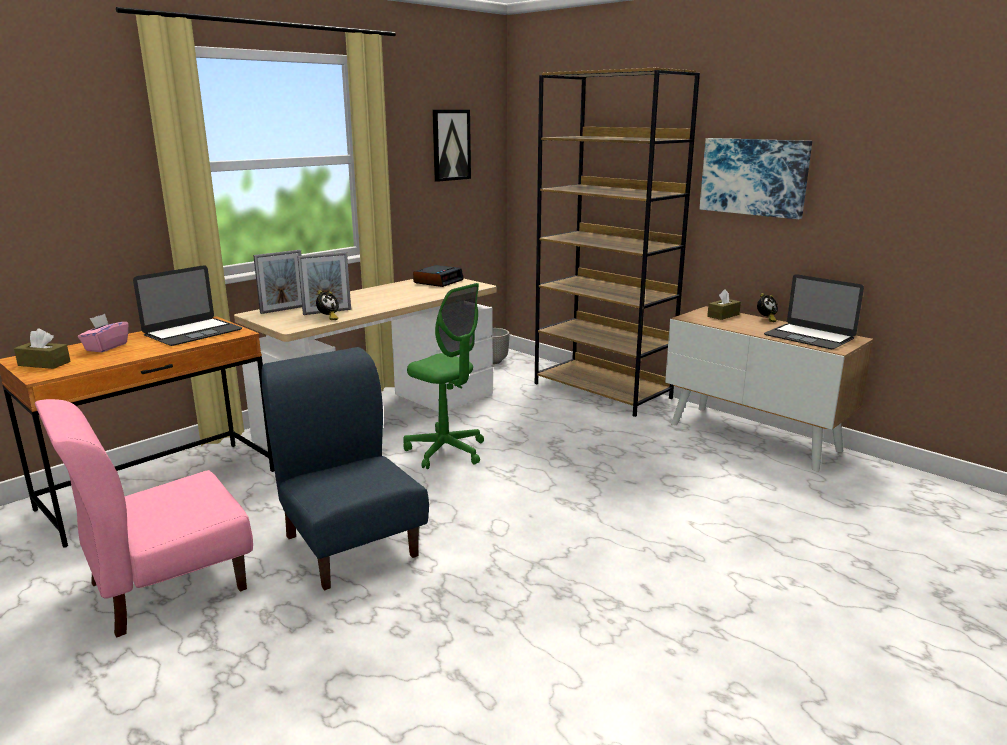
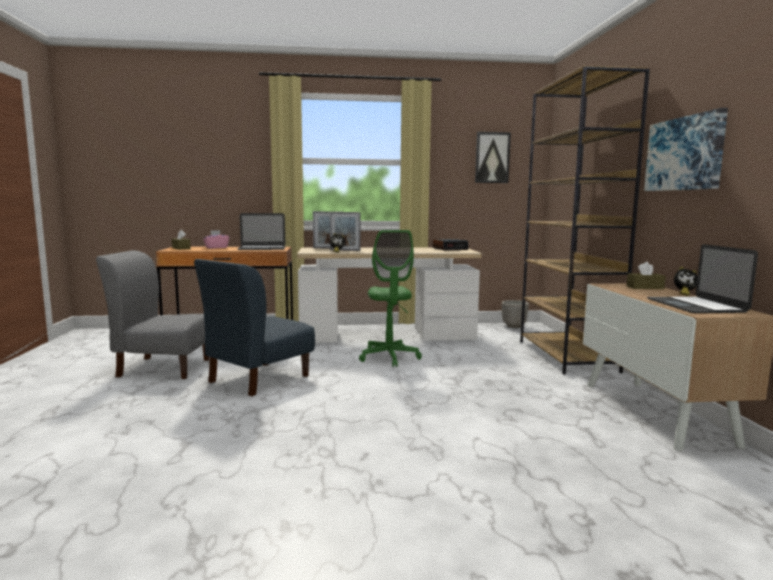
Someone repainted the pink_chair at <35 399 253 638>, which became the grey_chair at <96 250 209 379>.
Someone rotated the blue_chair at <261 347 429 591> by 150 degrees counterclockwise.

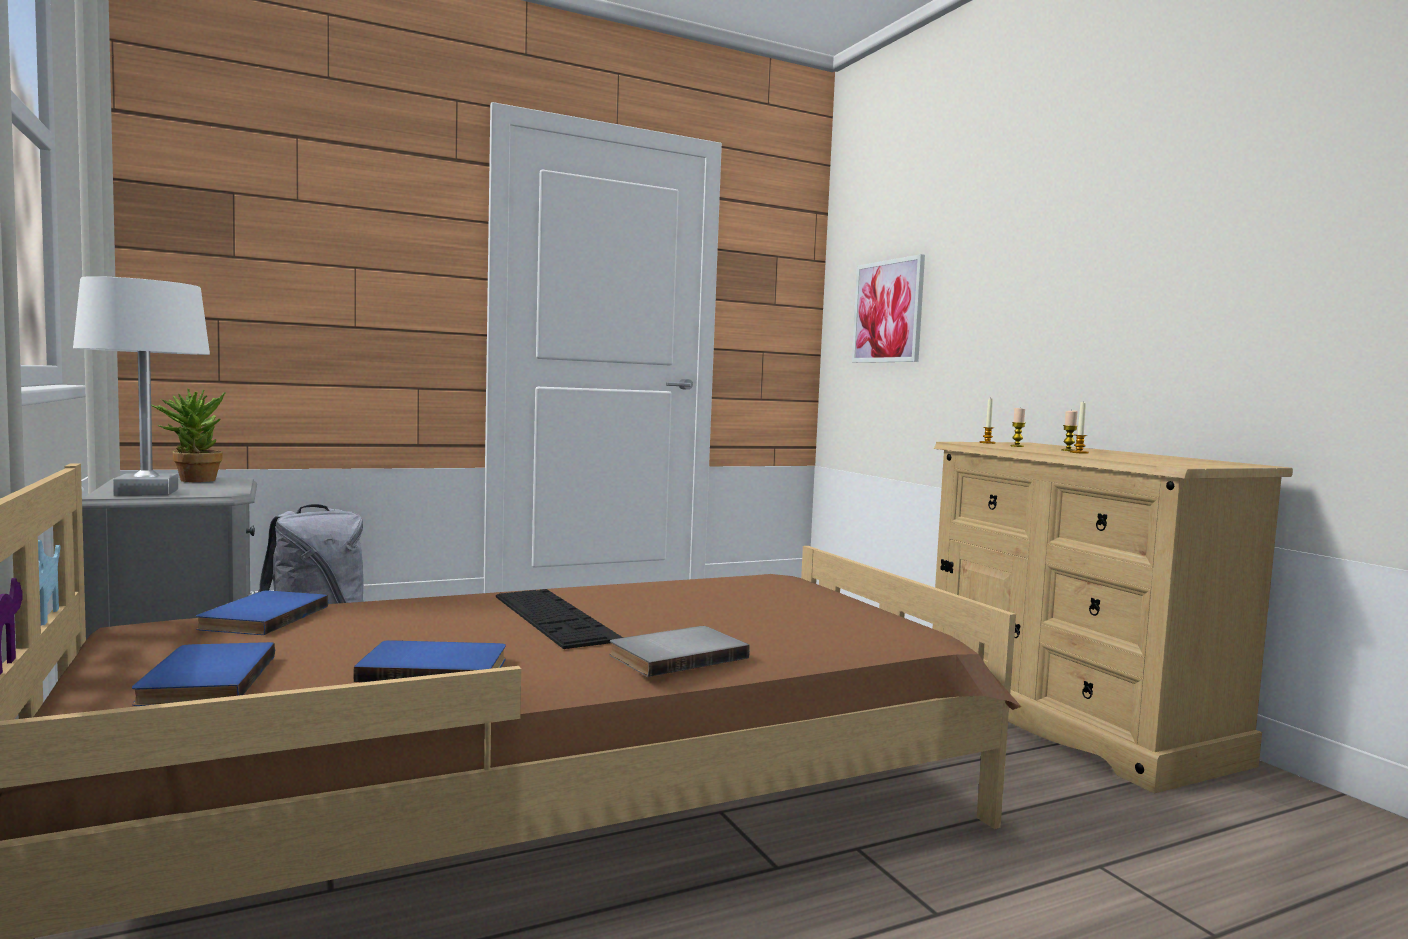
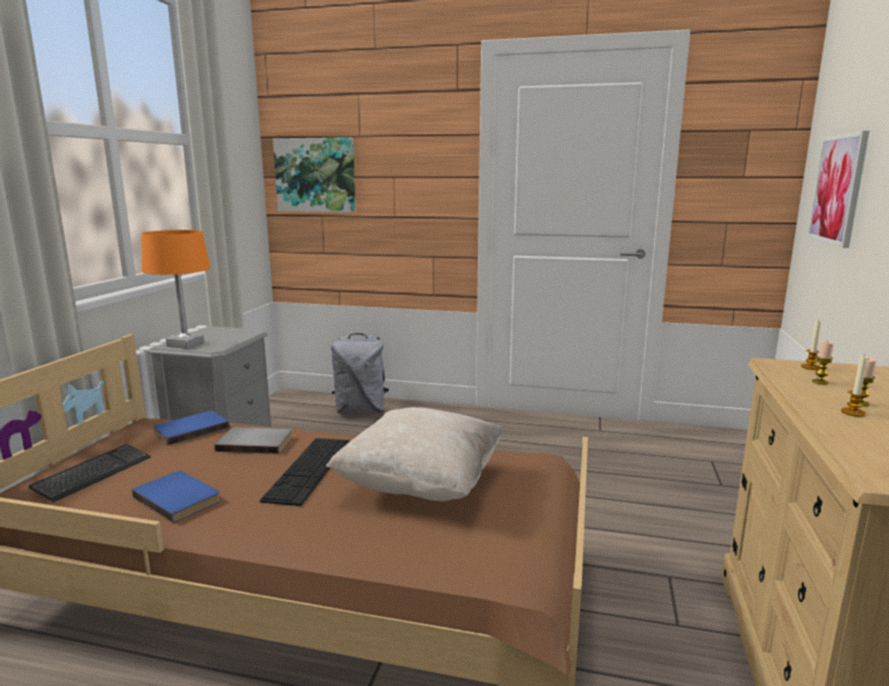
Someone repainted the white_table_lamp at <73 276 210 496>, which became the orange_table_lamp at <141 230 210 349>.
Someone swapped the blue_book at <132 642 275 706> for the keyboard at <29 444 151 502>.
Someone took away the potted_plant at <151 388 226 482>.
Someone carried the grey_book from <609 626 750 677> to <214 427 292 454>.
Someone put up the picture at <273 137 356 213>.
Someone put down the beige_pillow at <326 407 505 501>.

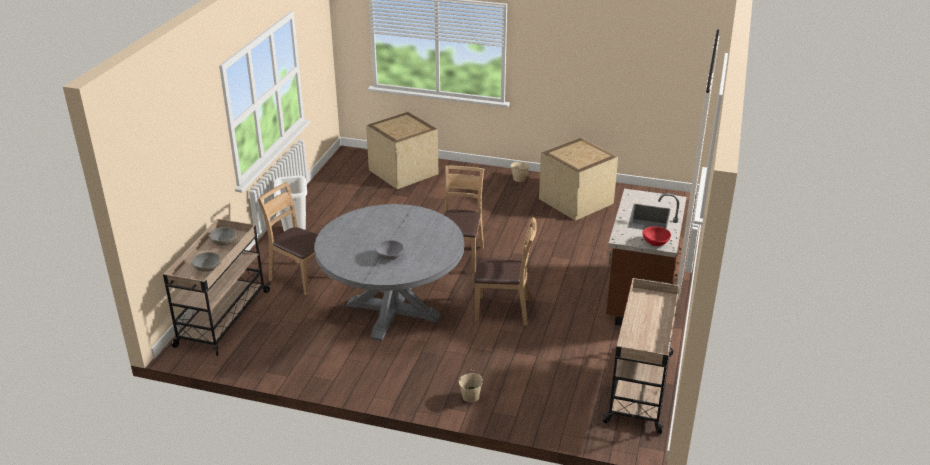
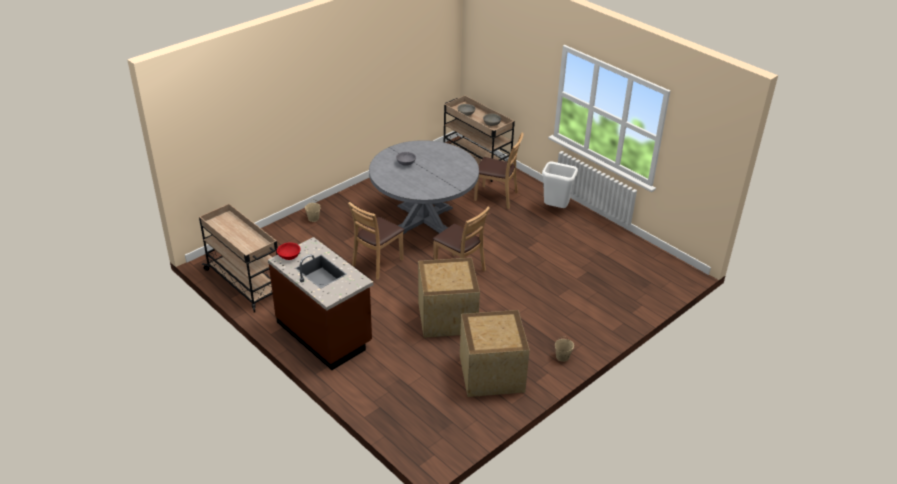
Someone rotated the brown_chair at <258 182 331 296> by 45 degrees clockwise.
Someone carried the crate from <366 112 438 189> to <418 258 480 338>.

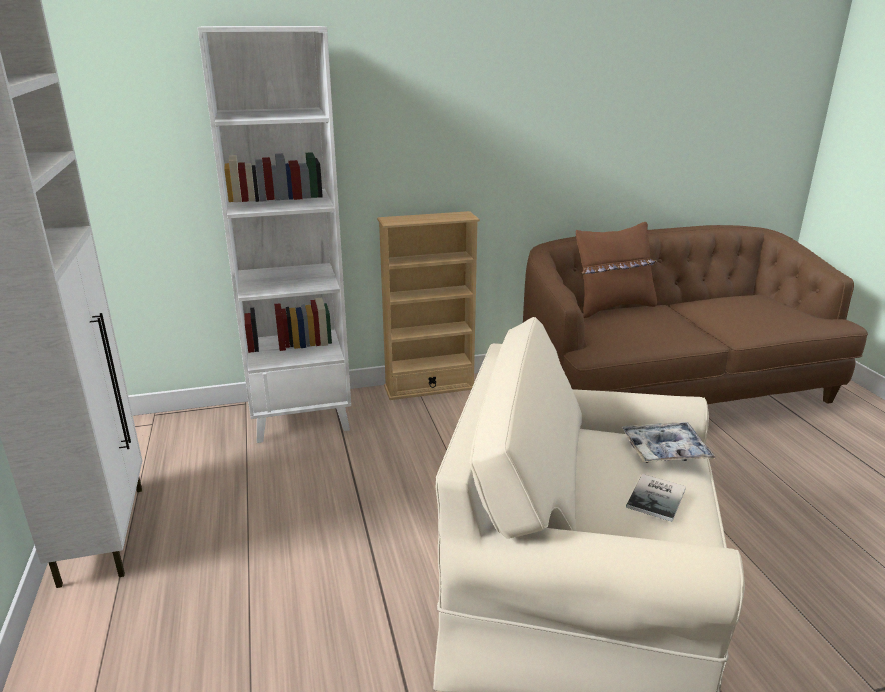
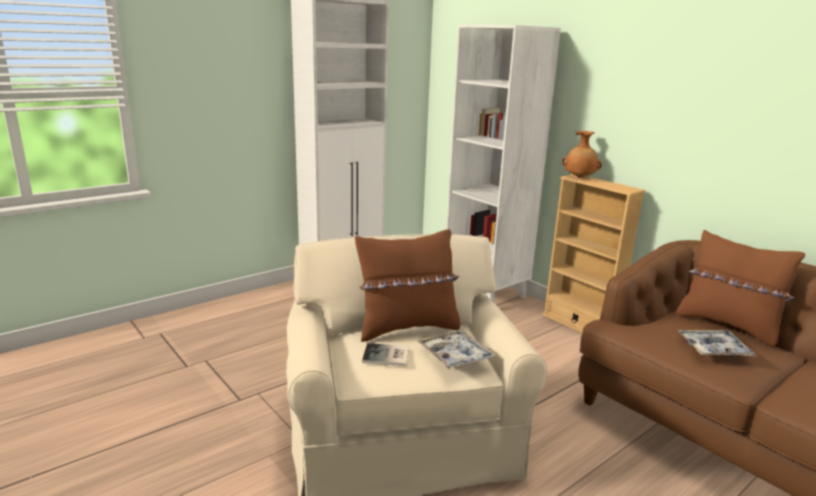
Someone put down the brown_pillow at <355 229 461 342>.
Someone put down the brown_vase at <562 131 602 178>.
Someone put down the tray at <678 330 758 357>.

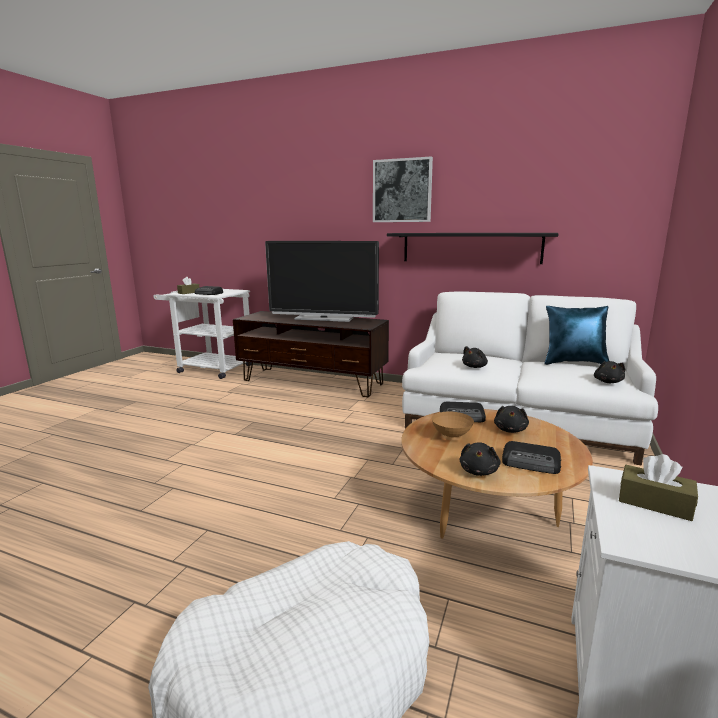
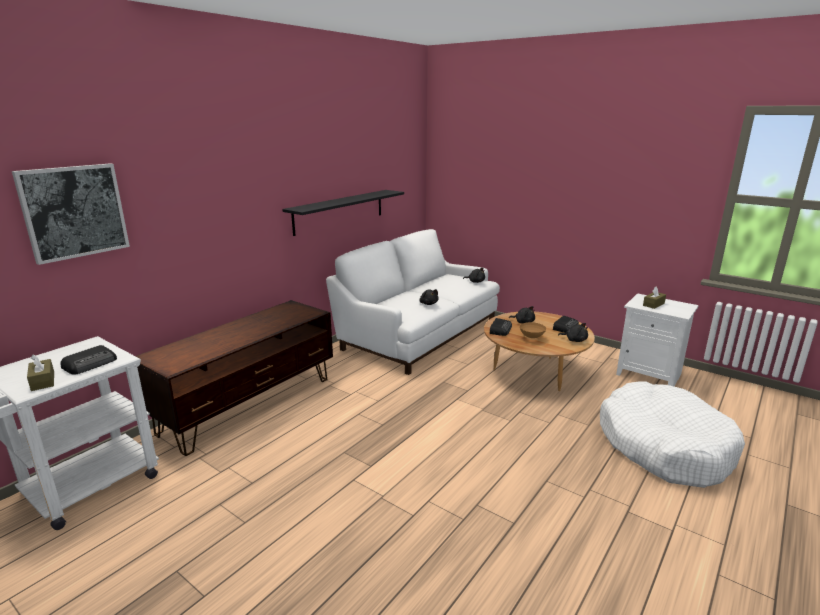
Someone took away the television at <265 241 379 322>.
Someone carried the picture from <373 156 433 222> to <12 163 130 265>.
Someone took away the blue_pillow at <545 306 609 365>.

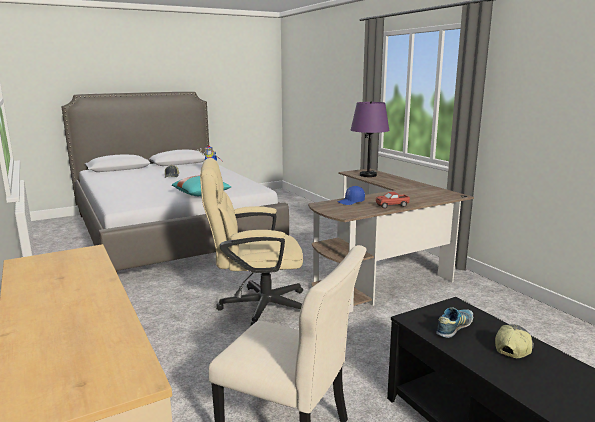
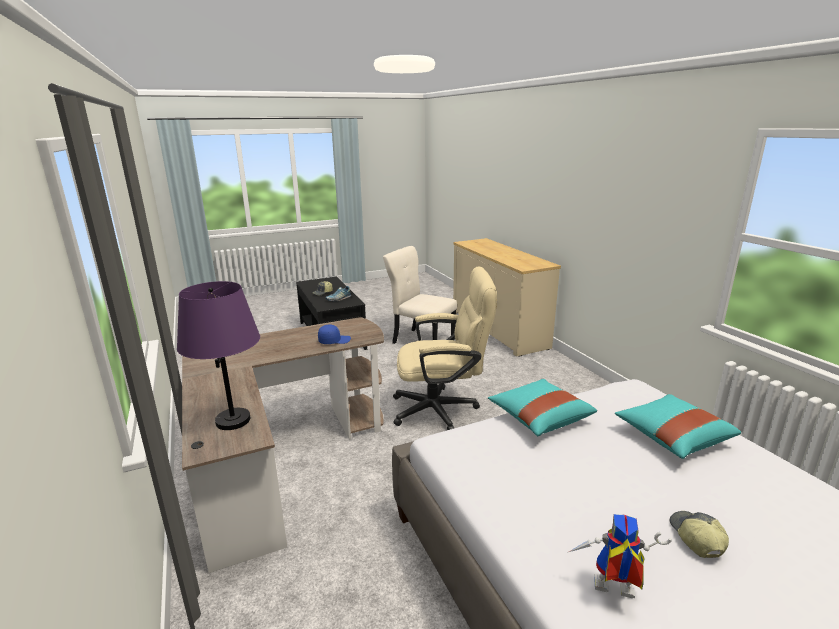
Someone took away the toy_truck at <376 192 410 209>.
Someone put down the turquoise_pillow at <615 394 741 459>.

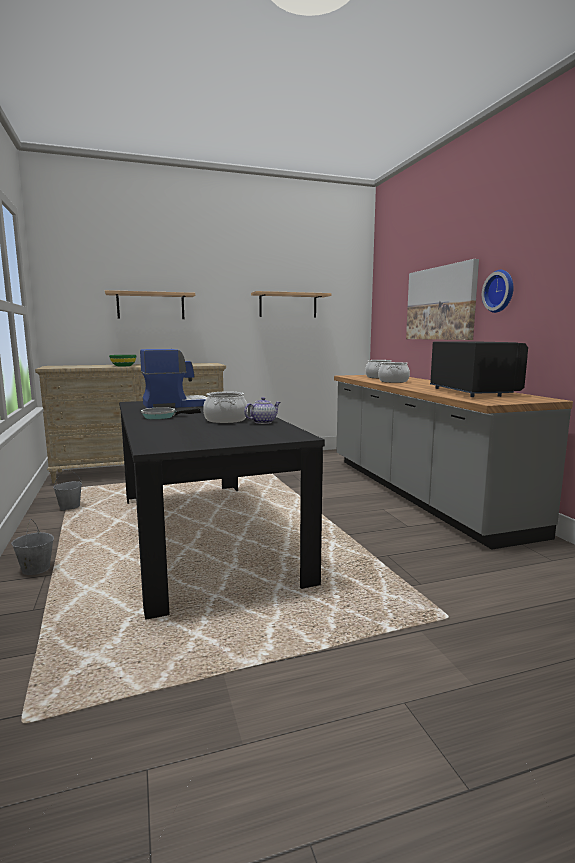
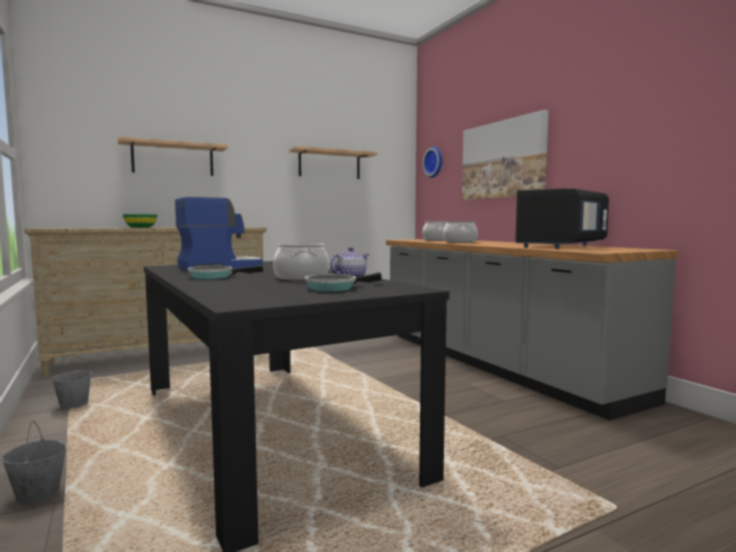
Someone rotated the black_microwave at <430 341 528 397> by 60 degrees clockwise.
Someone carried the wall_clock from <482 270 514 313> to <423 146 442 178>.
Someone put down the frying_pan at <305 272 382 292>.

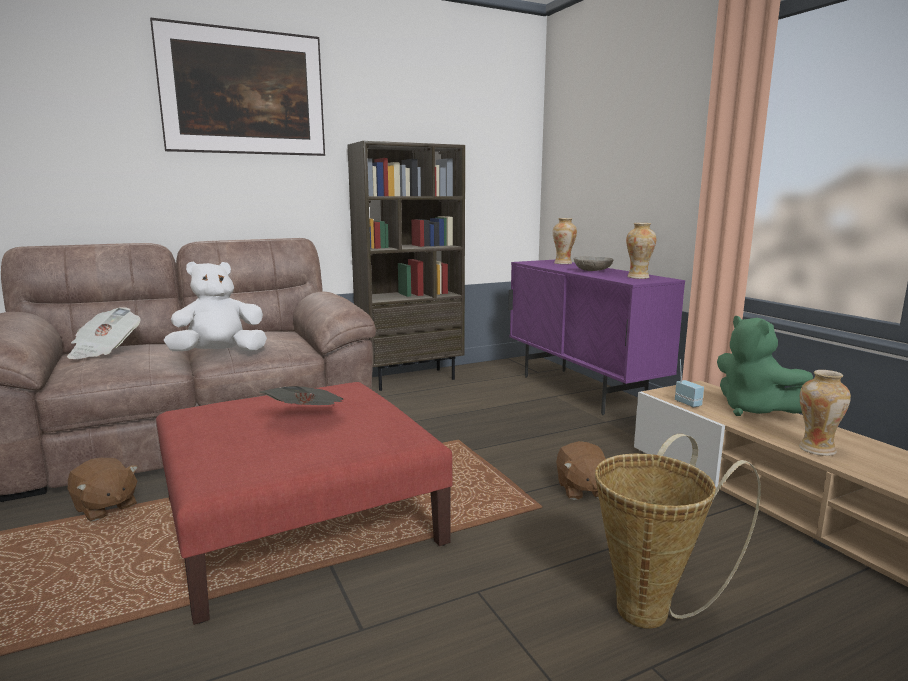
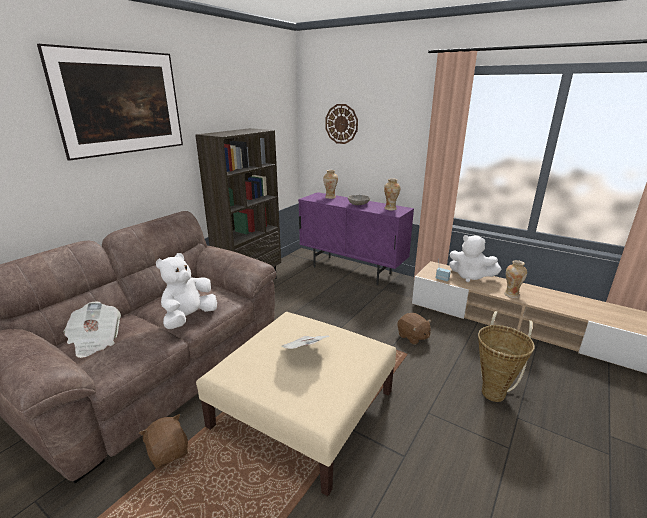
Someone rotated the brown_plush_toy at <67 458 138 522> by 135 degrees counterclockwise.
Someone repainted the red_ottoman at <156 382 453 625>, which became the beige_ottoman at <196 312 396 496>.
Someone repainted the green_plush_toy at <717 316 813 416>, which became the white_plush_toy at <449 235 502 282>.
Someone put up the wall_clock at <325 104 358 144>.

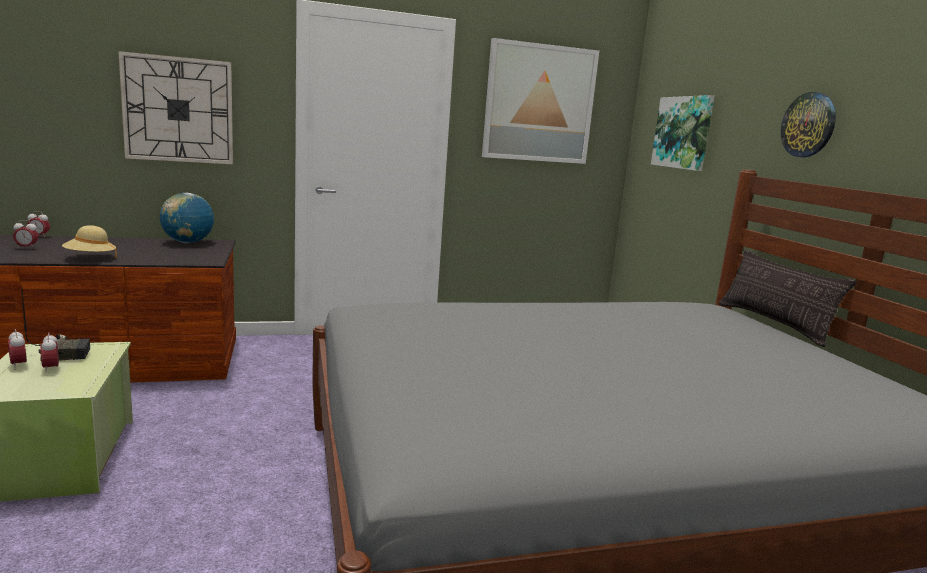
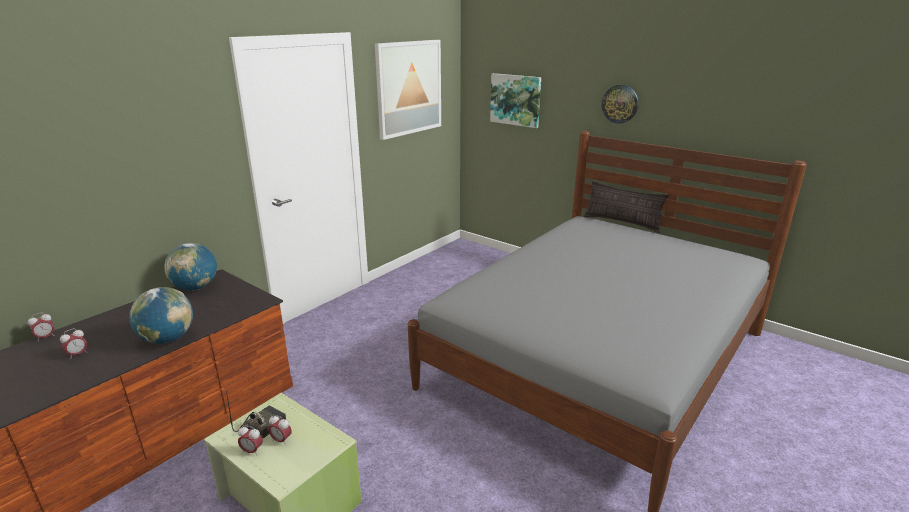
Someone swapped the beige_hat at <62 225 117 258> for the globe at <129 287 193 344>.
Someone took away the wall_clock at <118 51 233 164>.

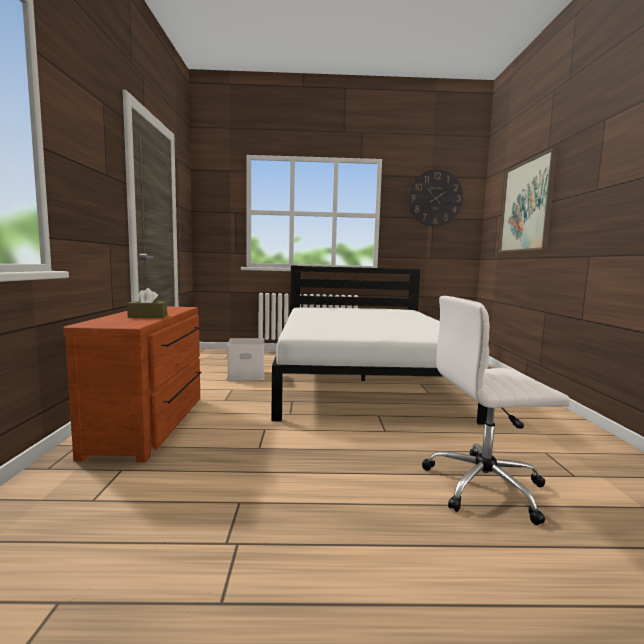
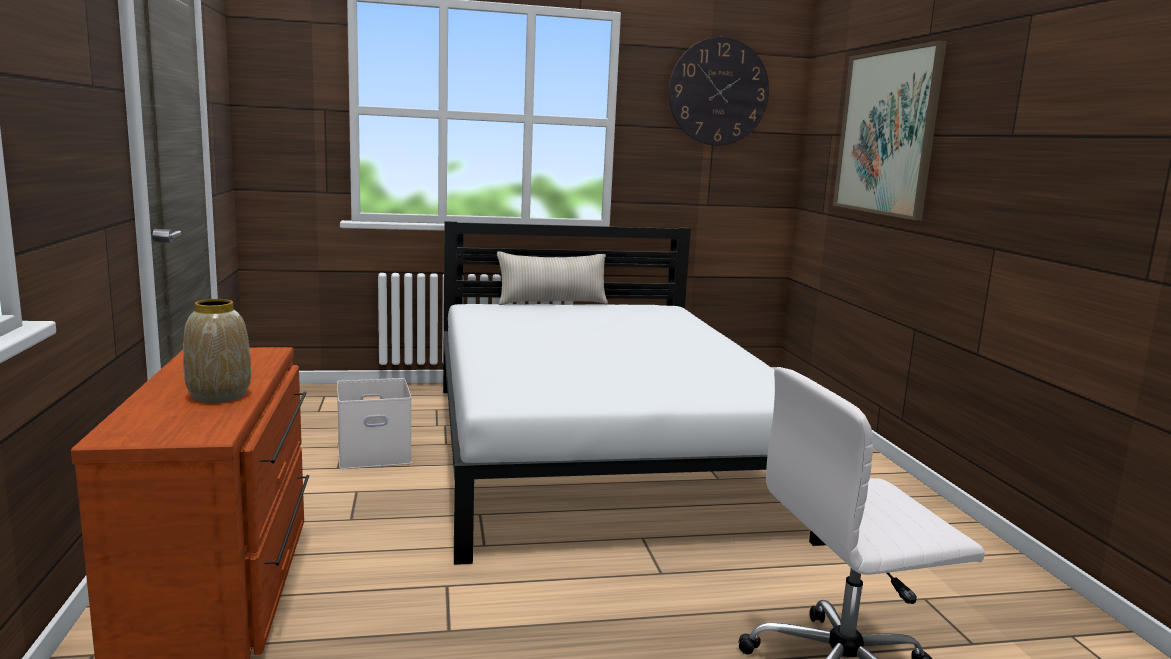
Someone swapped the brown_tissue_box at <127 288 167 318> for the vase at <183 299 251 403>.
Someone put down the beige_pillow at <497 251 608 305>.

